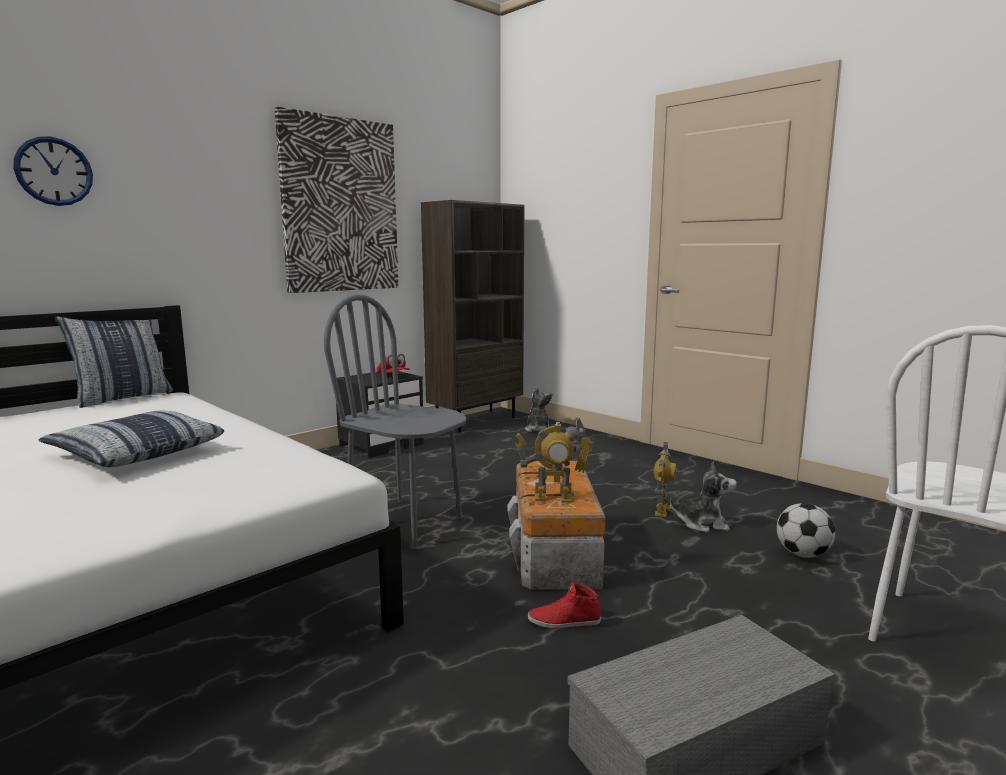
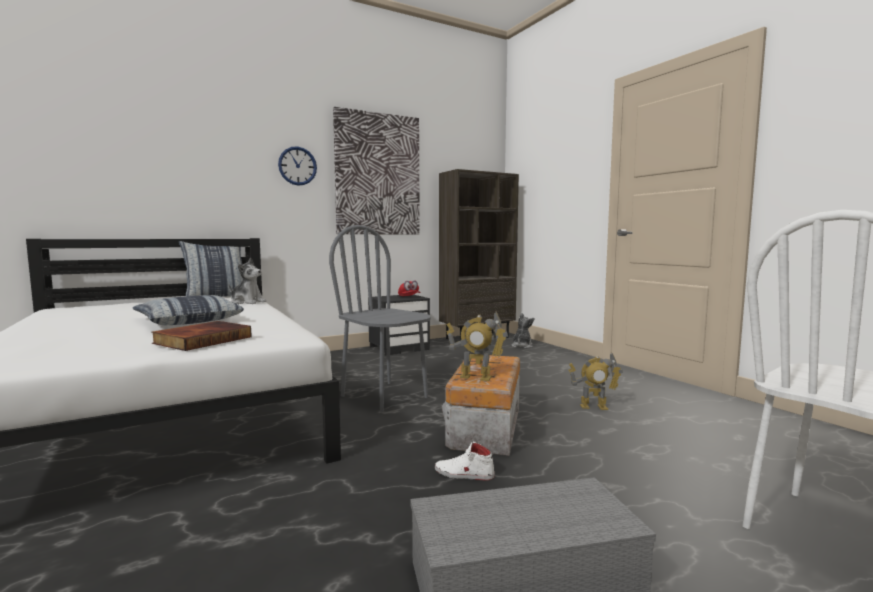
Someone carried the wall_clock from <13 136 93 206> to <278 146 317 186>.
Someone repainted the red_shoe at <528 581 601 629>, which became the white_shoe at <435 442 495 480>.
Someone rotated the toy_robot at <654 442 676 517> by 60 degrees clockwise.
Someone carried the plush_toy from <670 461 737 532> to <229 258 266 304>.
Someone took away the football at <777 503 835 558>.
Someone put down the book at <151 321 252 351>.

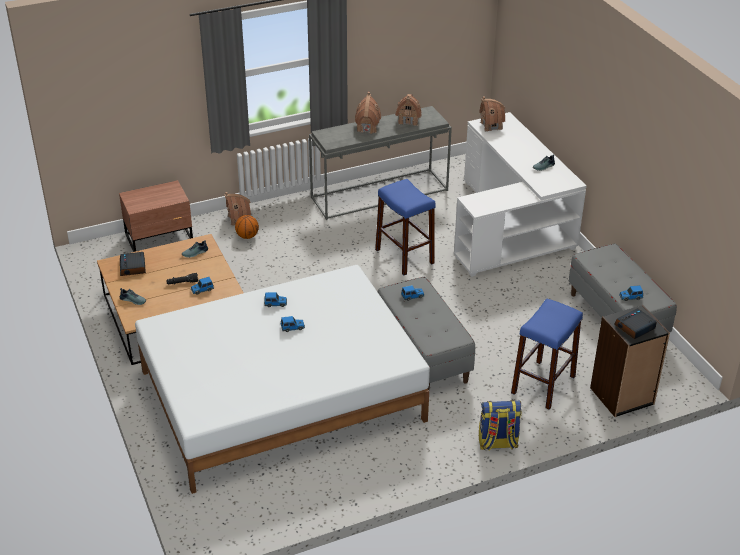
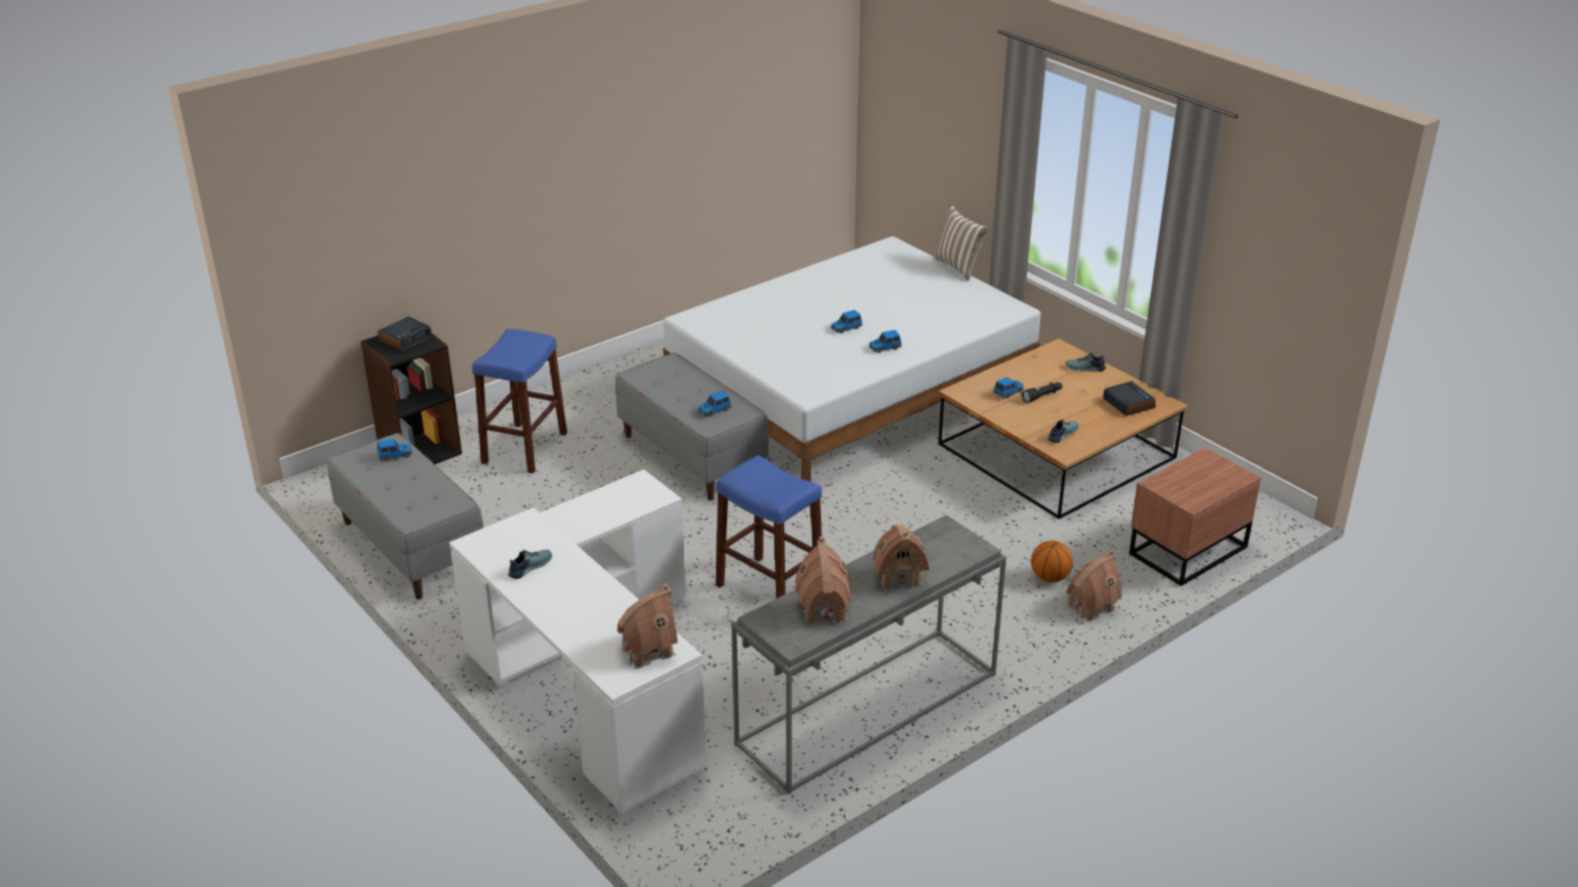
Someone took away the backpack at <479 400 522 451>.
Someone put down the pillow at <934 206 989 281>.

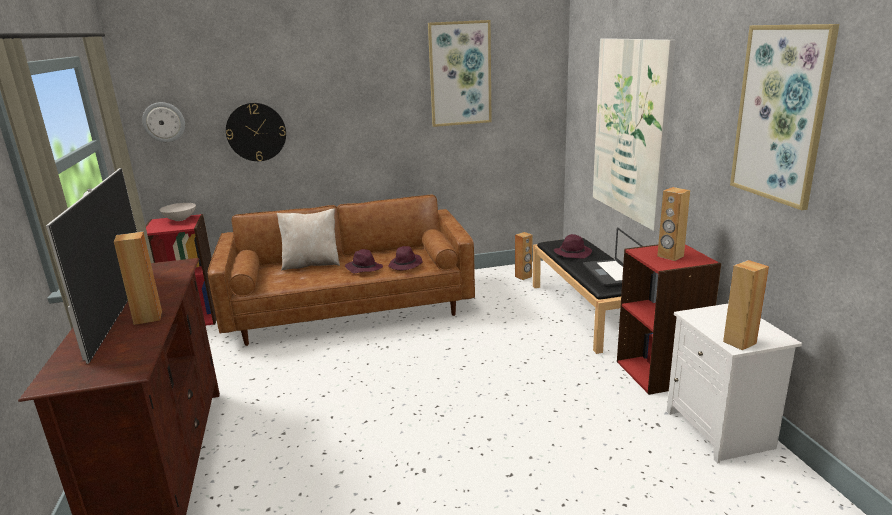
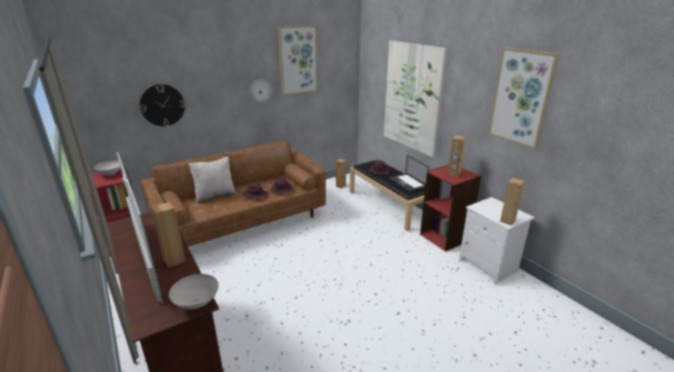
Someone carried the wall_clock from <142 102 185 142> to <249 79 272 104>.
Someone put down the white_bowl at <169 274 219 309>.

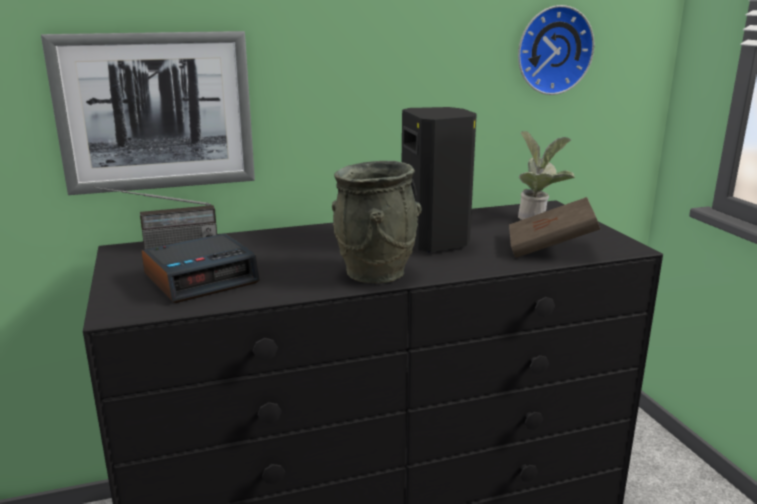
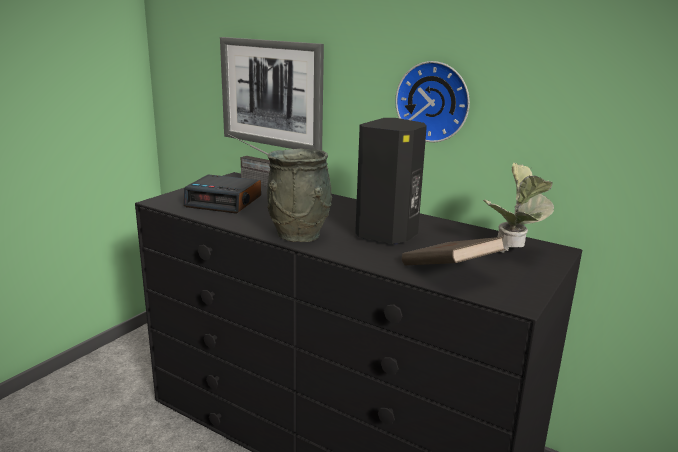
Someone carried the wall_clock from <518 5 594 95> to <395 61 470 142>.

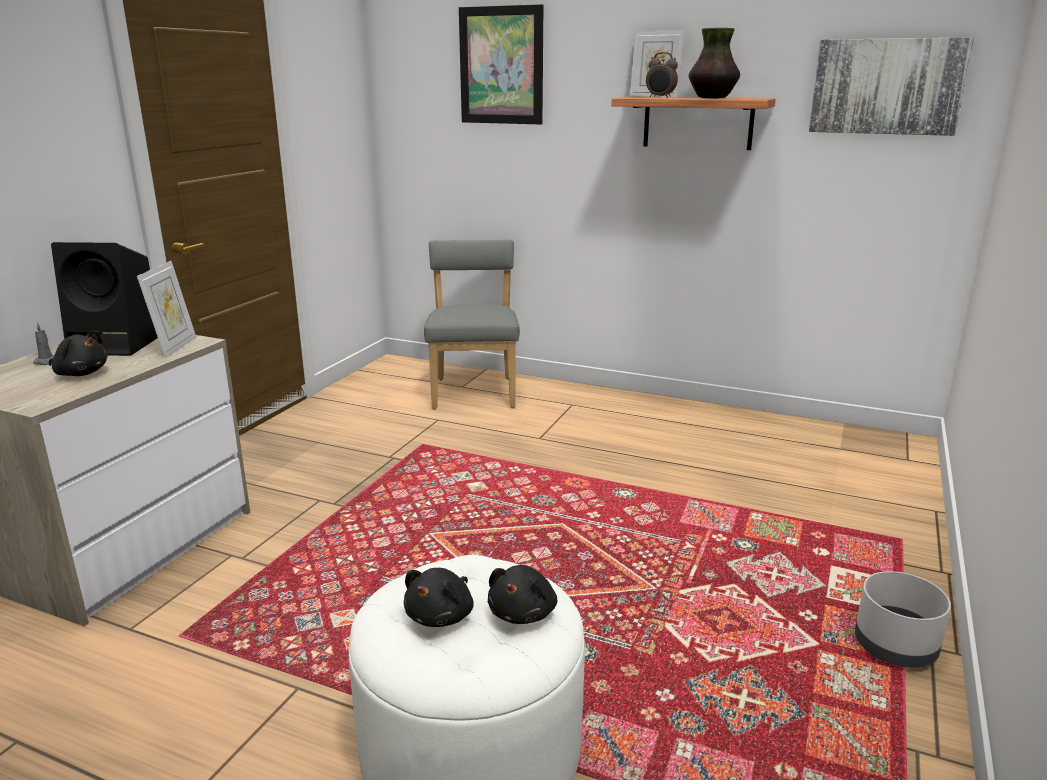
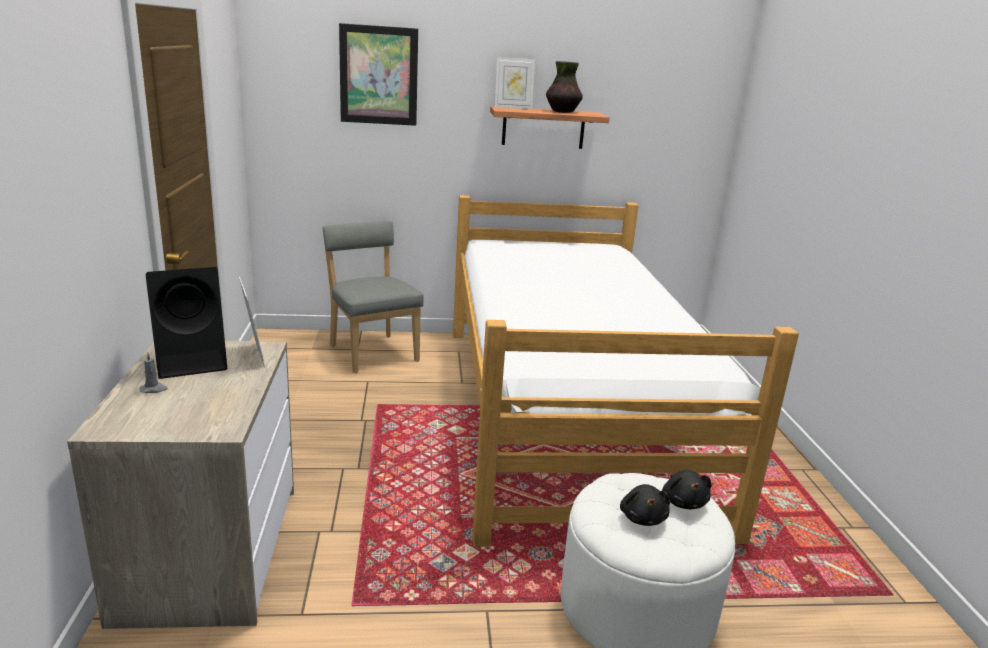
Someone took away the black_plush_toy at <49 330 107 376>.
Someone took away the alarm_clock at <646 52 678 98>.
Someone took away the picture at <809 37 974 136>.
Someone took away the grey_planter at <855 571 951 668>.
Someone put down the bed at <453 195 799 547>.

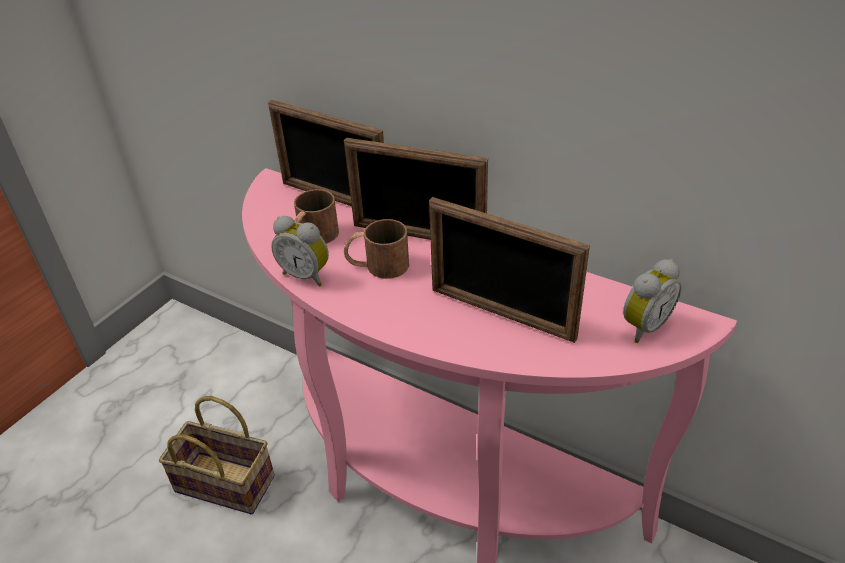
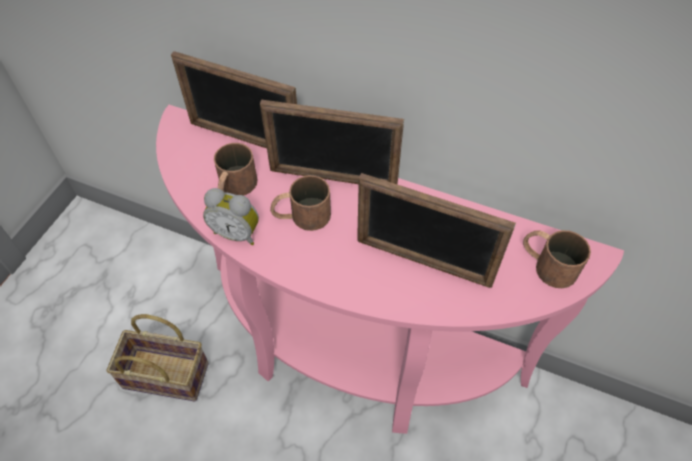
Someone swapped the alarm_clock at <623 259 682 343> for the brown_mug at <523 230 591 288>.

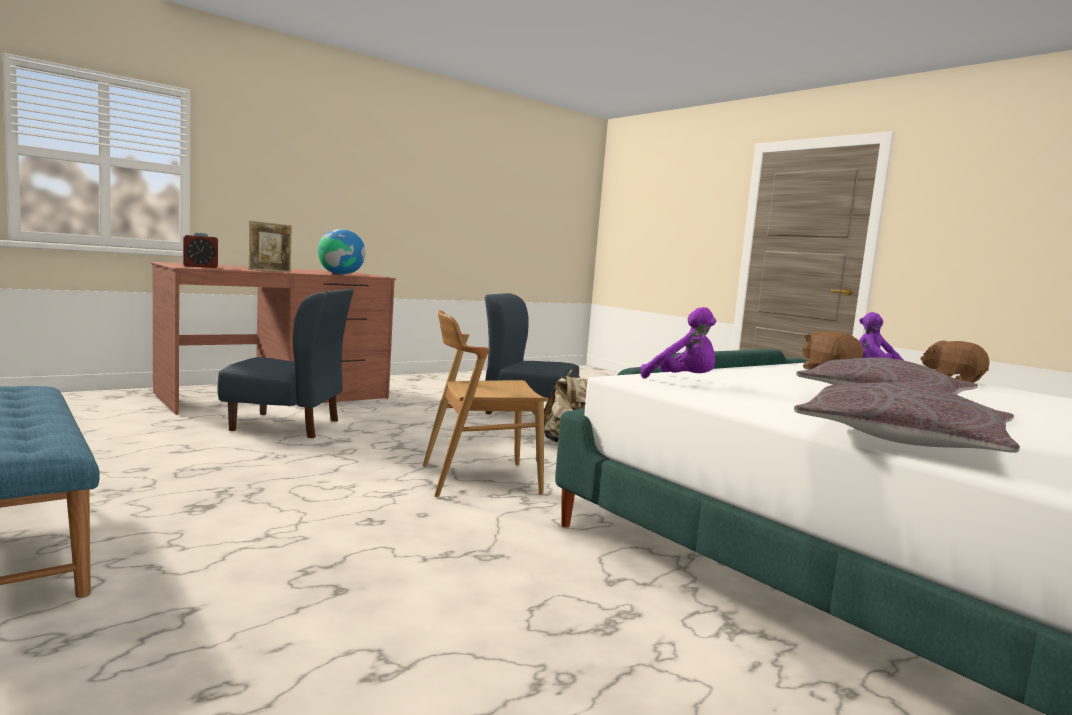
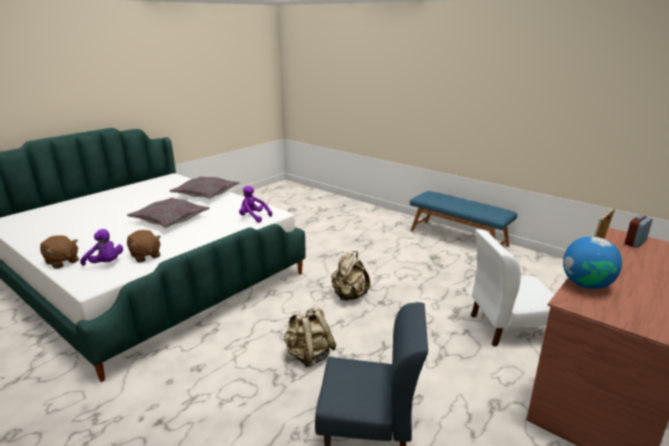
Someone repainted the blue_chair at <218 289 353 438>, which became the white_chair at <471 229 554 346>.
Someone swapped the brown_chair at <423 310 549 497> for the beige_backpack at <331 251 370 301>.

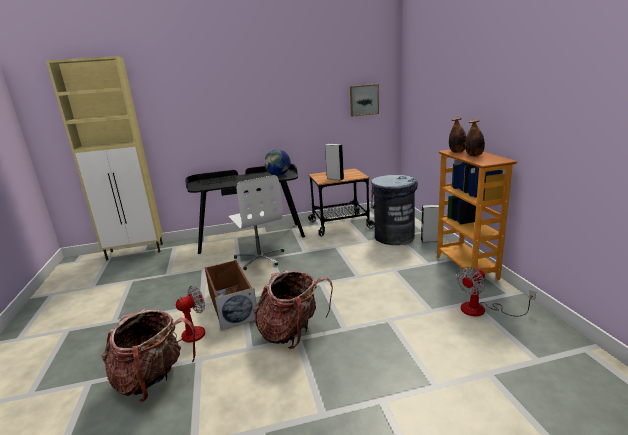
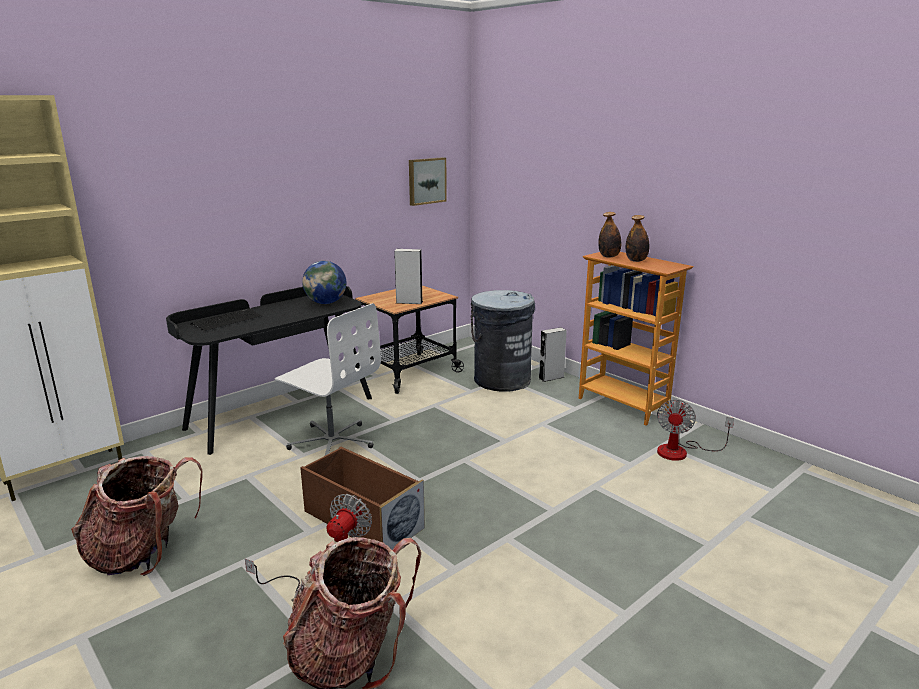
Someone carried the backpack from <253 270 333 349> to <71 456 203 576>.

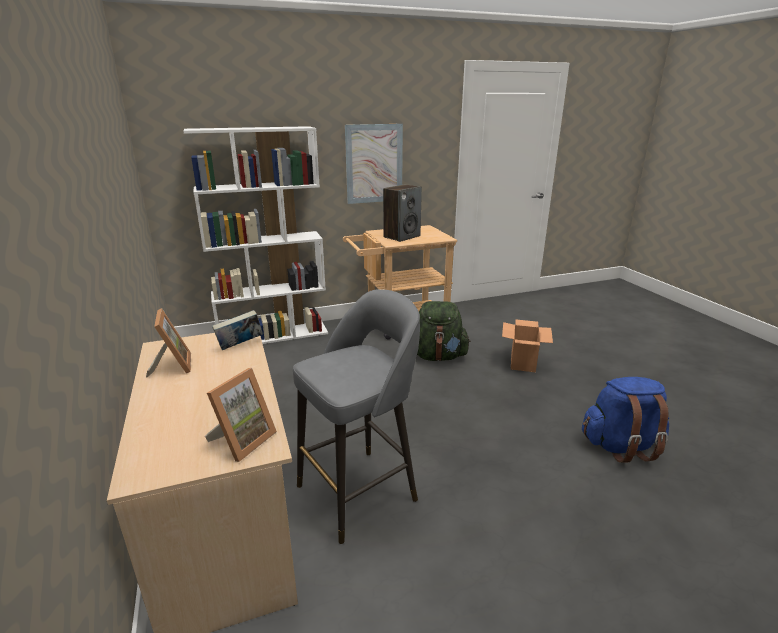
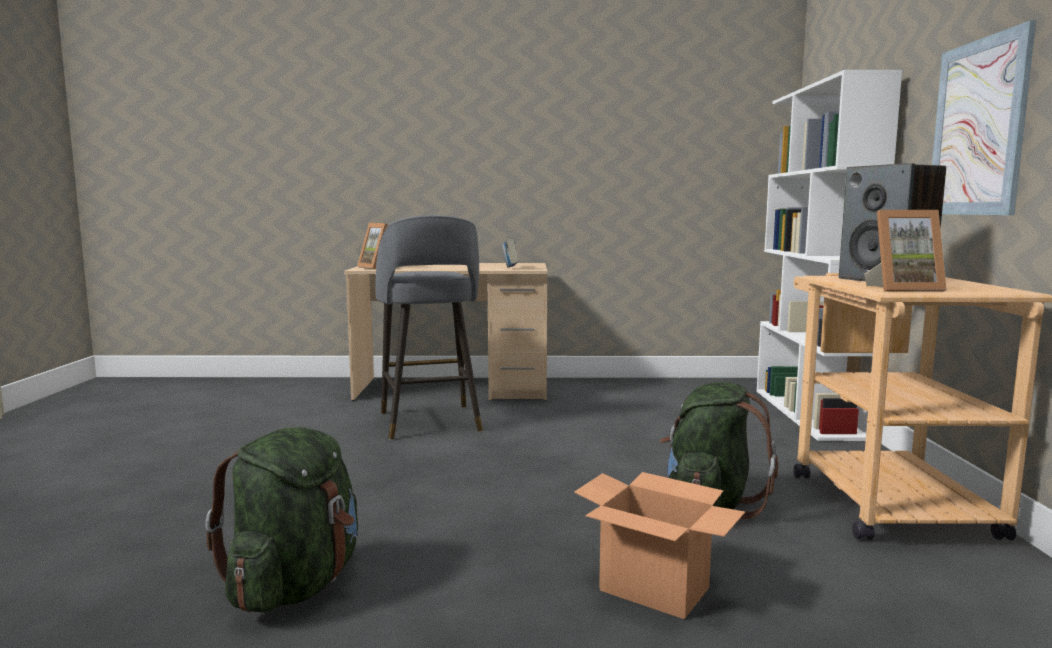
Someone carried the picture_frame from <146 308 191 377> to <864 210 947 292>.
Someone repainted the blue_backpack at <582 377 669 463>, which became the green_backpack at <205 427 358 613>.

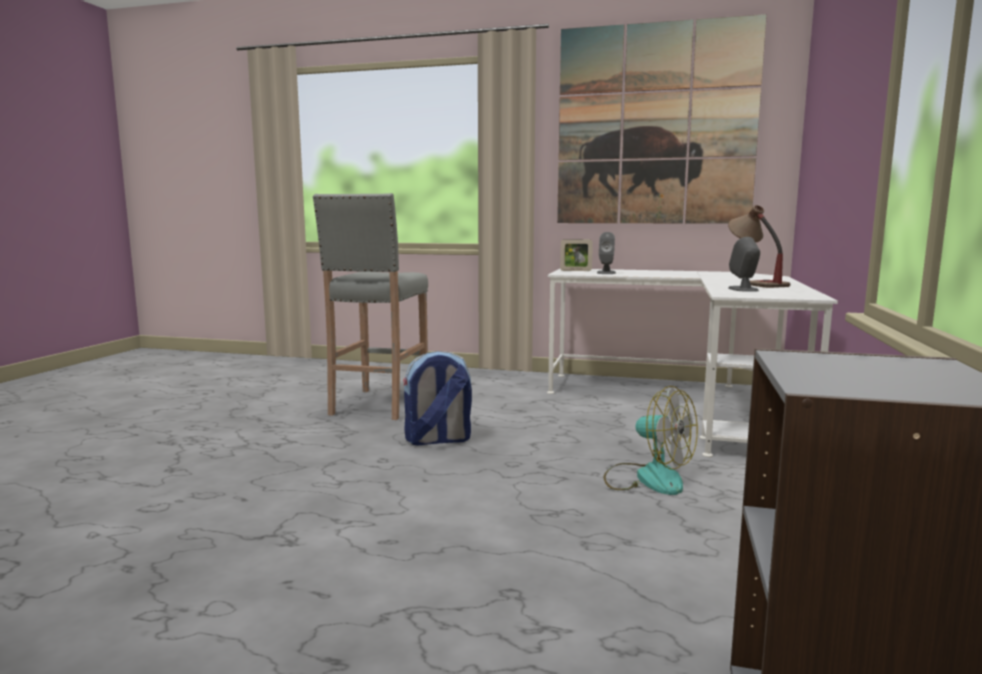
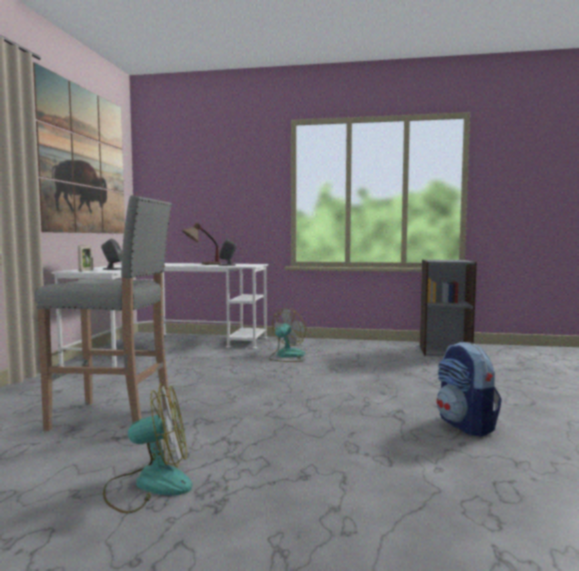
Someone carried the backpack from <403 351 472 446> to <437 342 502 437>.
Someone put down the fan at <103 384 192 513>.

